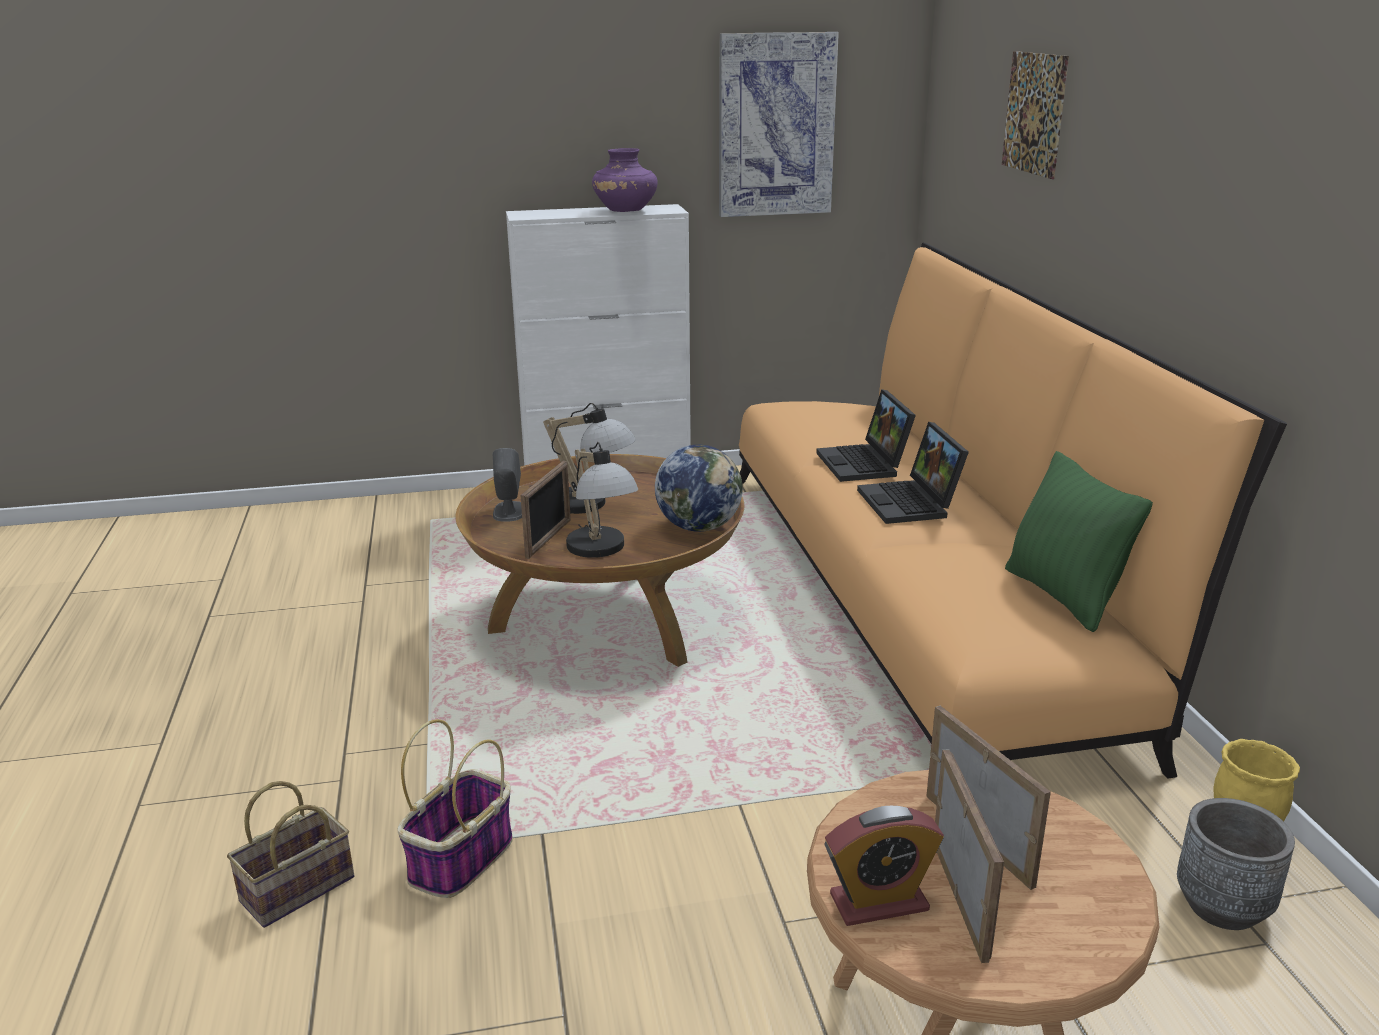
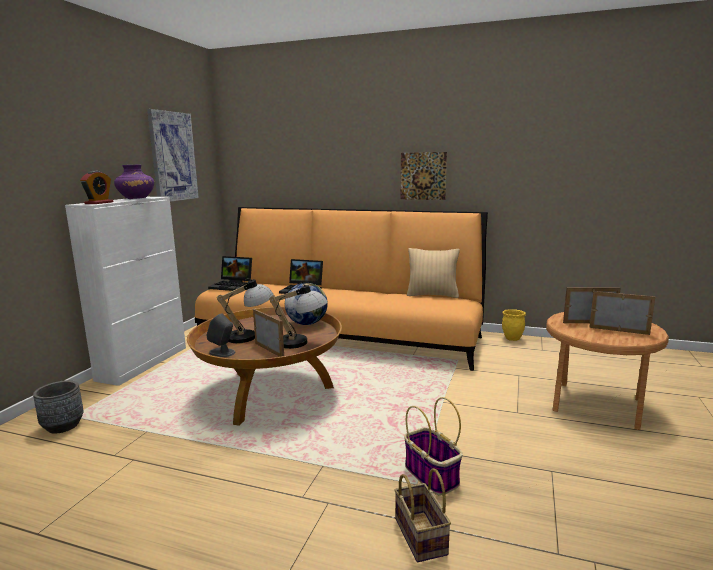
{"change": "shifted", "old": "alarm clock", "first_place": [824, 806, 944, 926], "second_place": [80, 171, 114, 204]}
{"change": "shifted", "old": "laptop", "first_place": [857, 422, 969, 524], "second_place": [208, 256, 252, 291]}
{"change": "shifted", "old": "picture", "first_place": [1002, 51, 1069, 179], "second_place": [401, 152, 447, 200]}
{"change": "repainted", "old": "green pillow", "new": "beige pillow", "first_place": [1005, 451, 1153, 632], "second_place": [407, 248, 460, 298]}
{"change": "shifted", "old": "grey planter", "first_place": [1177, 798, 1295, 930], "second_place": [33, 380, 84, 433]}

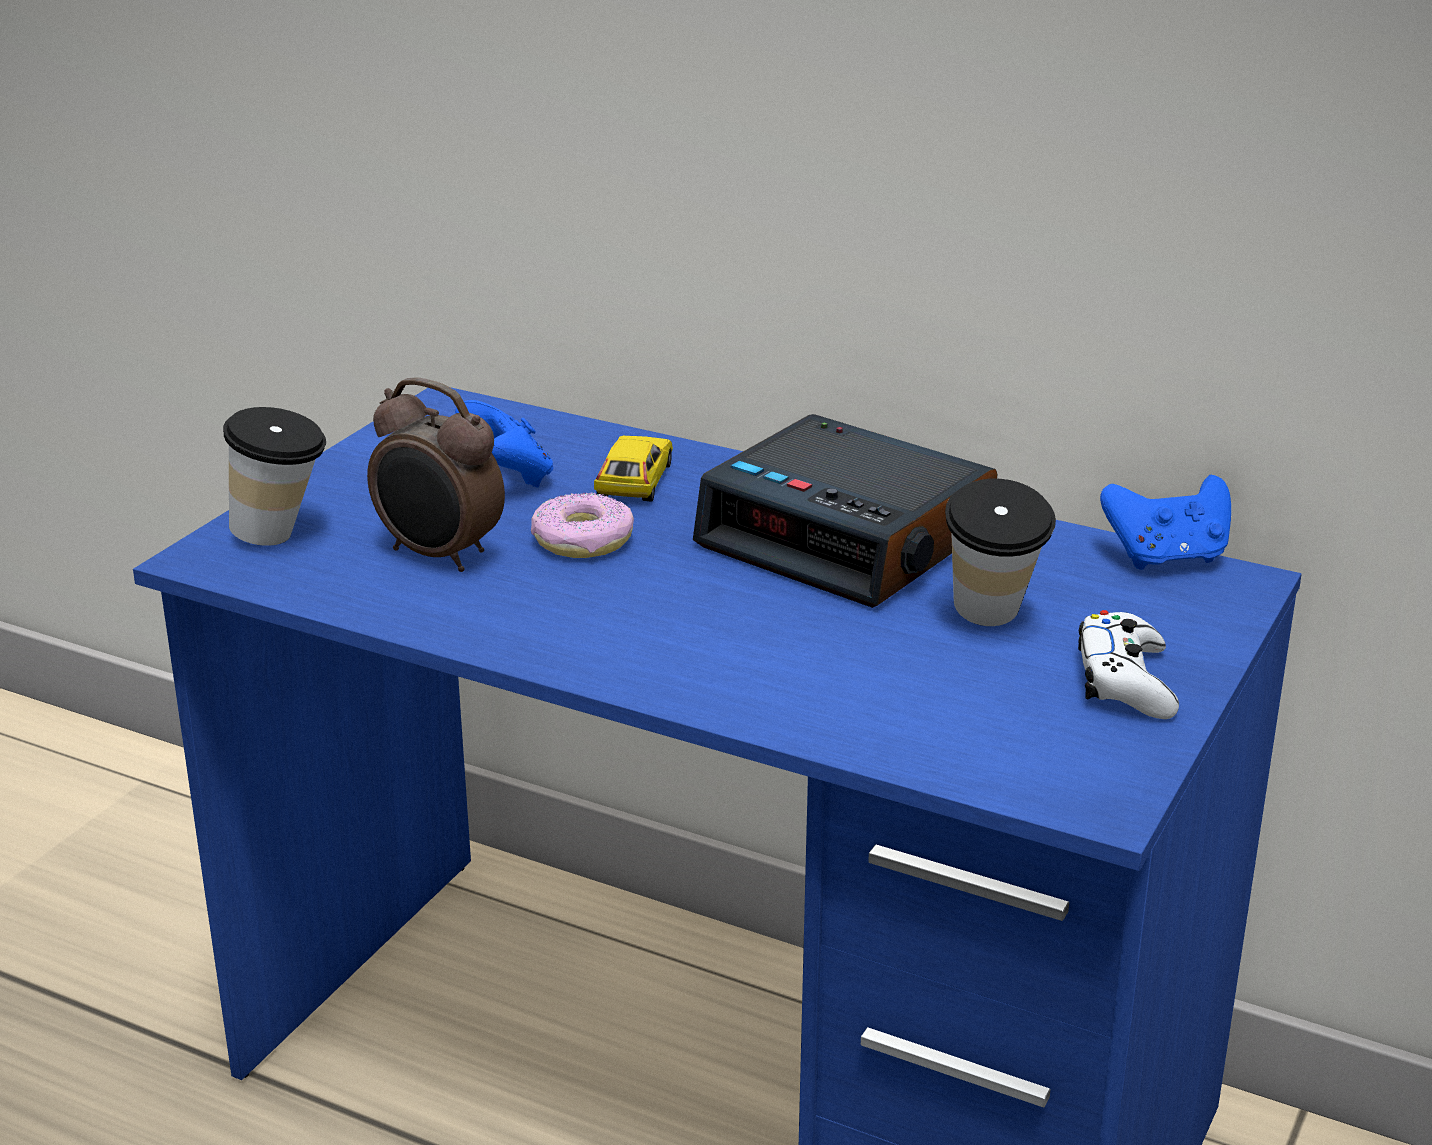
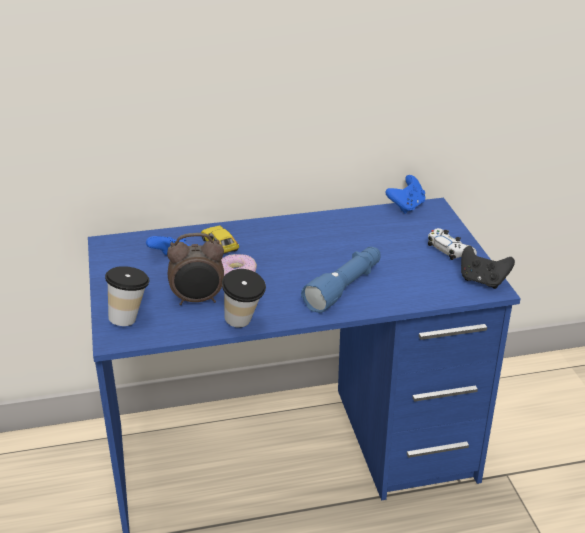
{"change": "gone", "old": "alarm clock", "first_place": [693, 414, 998, 608]}
{"change": "shifted", "old": "cup", "first_place": [945, 479, 1056, 626], "second_place": [222, 269, 266, 328]}
{"change": "new", "new": "blue flashlight", "second_place": [301, 247, 381, 313]}
{"change": "new", "new": "black game controller", "second_place": [461, 246, 515, 289]}

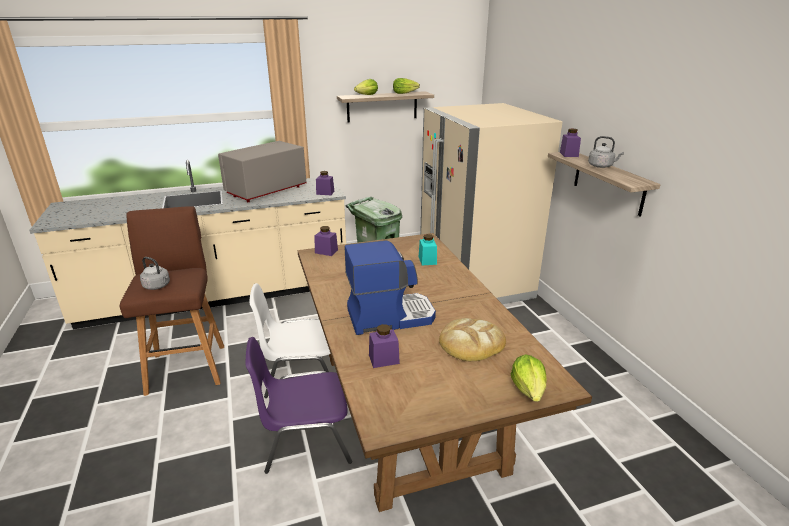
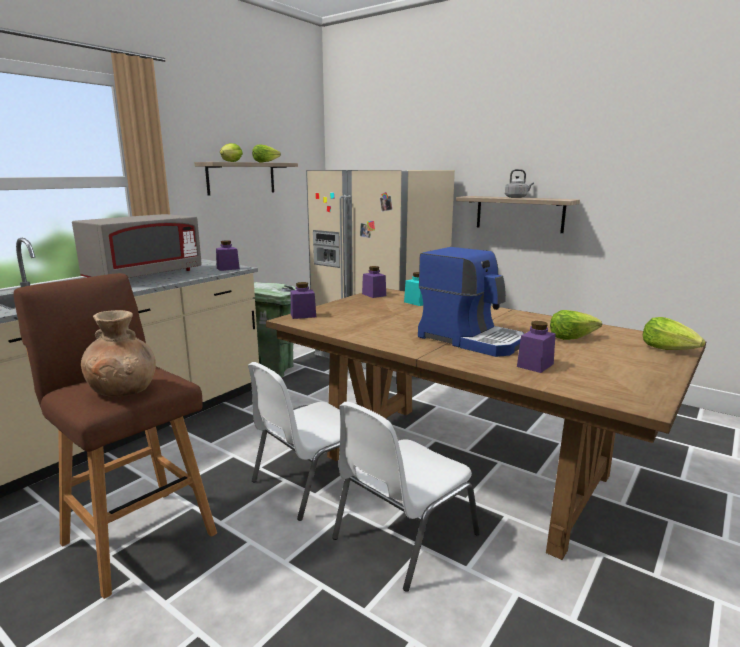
{"change": "swapped", "old": "grey kettle", "new": "brown vase", "first_place": [140, 257, 170, 290], "second_place": [81, 310, 156, 396]}
{"change": "rotated", "old": "grey microwave", "first_place": [218, 141, 307, 202], "second_place": [72, 214, 202, 278], "degrees": -150}
{"change": "repainted", "old": "purple chair", "new": "white chair", "first_place": [245, 337, 352, 474], "second_place": [332, 402, 480, 592]}
{"change": "rotated", "old": "coffee machine", "first_place": [345, 240, 436, 335], "second_place": [418, 247, 524, 357], "degrees": 90}
{"change": "swapped", "old": "bread", "new": "lettuce", "first_place": [439, 318, 506, 361], "second_place": [550, 310, 602, 340]}
{"change": "shifted", "old": "purple jar", "first_place": [560, 129, 581, 157], "second_place": [362, 266, 386, 298]}

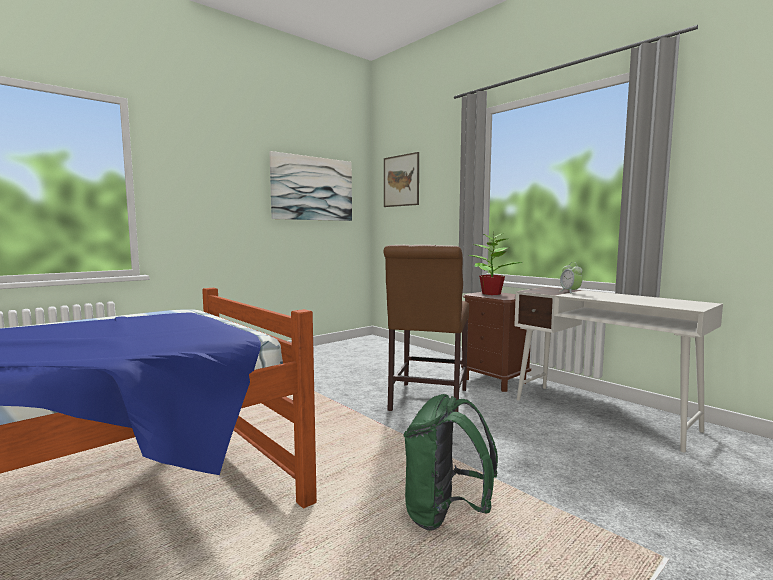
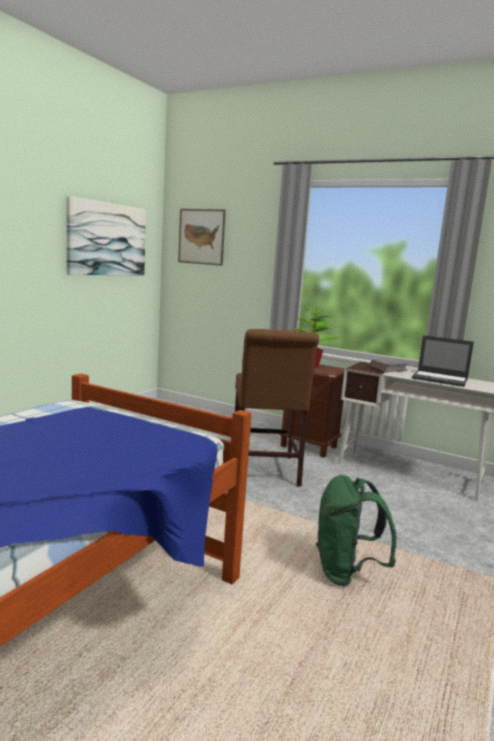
{"change": "swapped", "old": "alarm clock", "new": "grey book", "first_place": [560, 262, 583, 294], "second_place": [371, 358, 409, 373]}
{"change": "new", "new": "laptop", "second_place": [412, 335, 474, 387]}

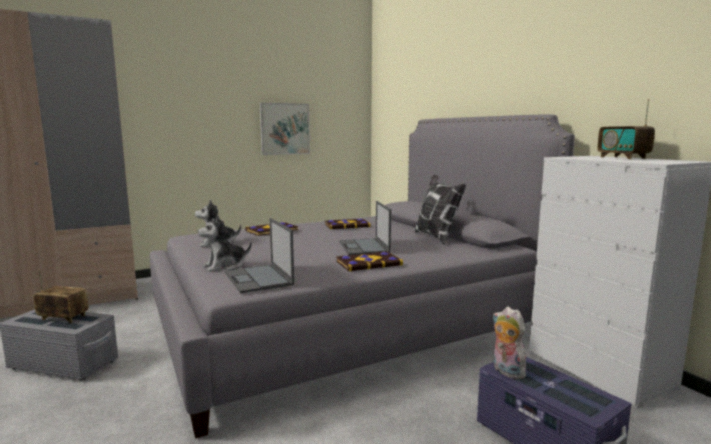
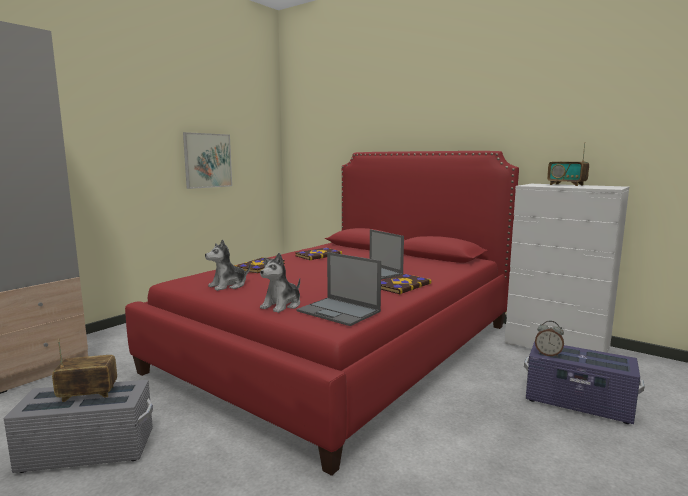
{"change": "repainted", "old": "grey bed", "new": "red bed", "first_place": [150, 114, 575, 439], "second_place": [125, 151, 519, 476]}
{"change": "gone", "old": "pillow", "first_place": [415, 175, 466, 245]}
{"change": "swapped", "old": "plush toy", "new": "alarm clock", "first_place": [493, 307, 527, 379], "second_place": [535, 321, 564, 357]}

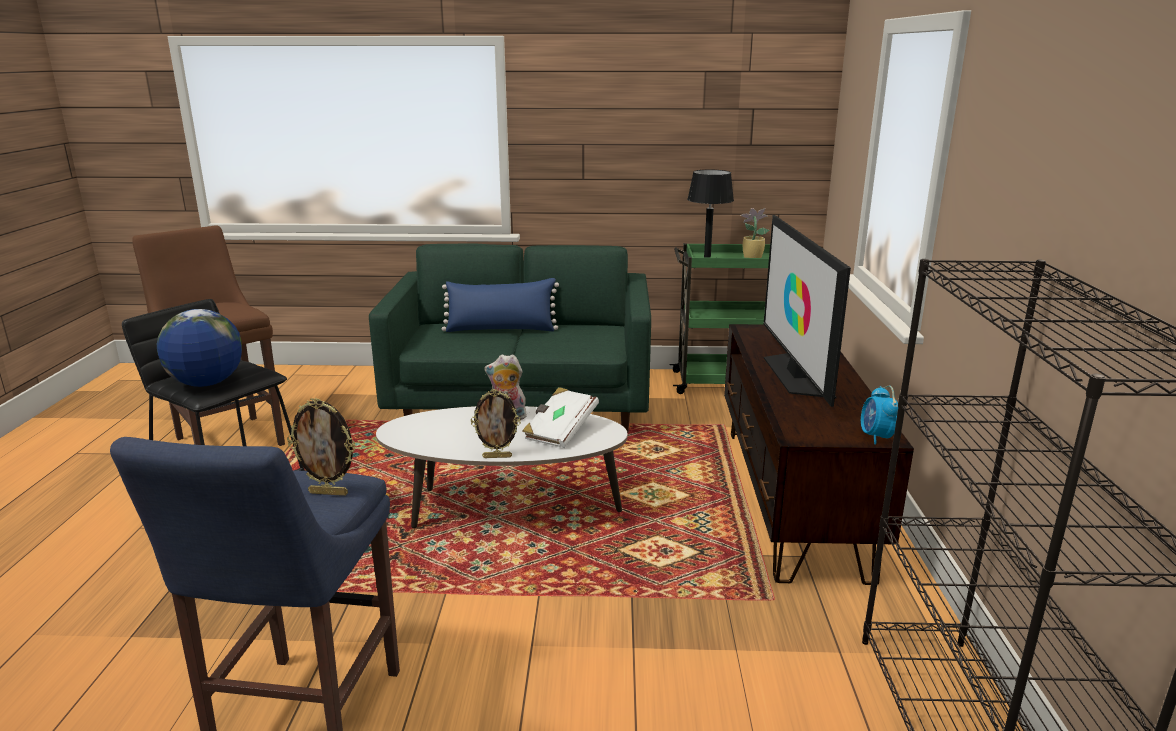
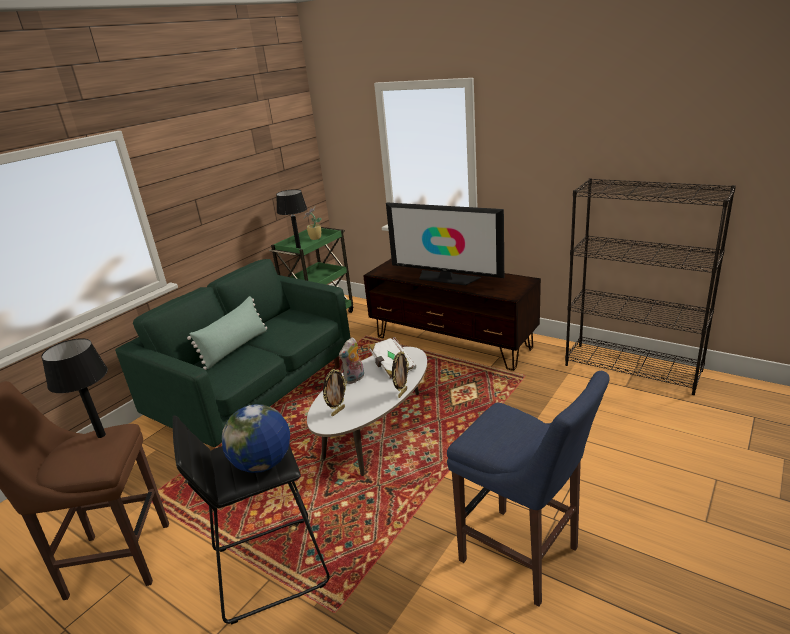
{"change": "shifted", "old": "picture frame", "first_place": [287, 398, 356, 496], "second_place": [323, 369, 347, 416]}
{"change": "repainted", "old": "blue pillow", "new": "green pillow", "first_place": [442, 278, 559, 332], "second_place": [187, 296, 267, 370]}
{"change": "gone", "old": "alarm clock", "first_place": [861, 386, 898, 445]}
{"change": "new", "new": "black table lamp", "second_place": [41, 338, 108, 438]}

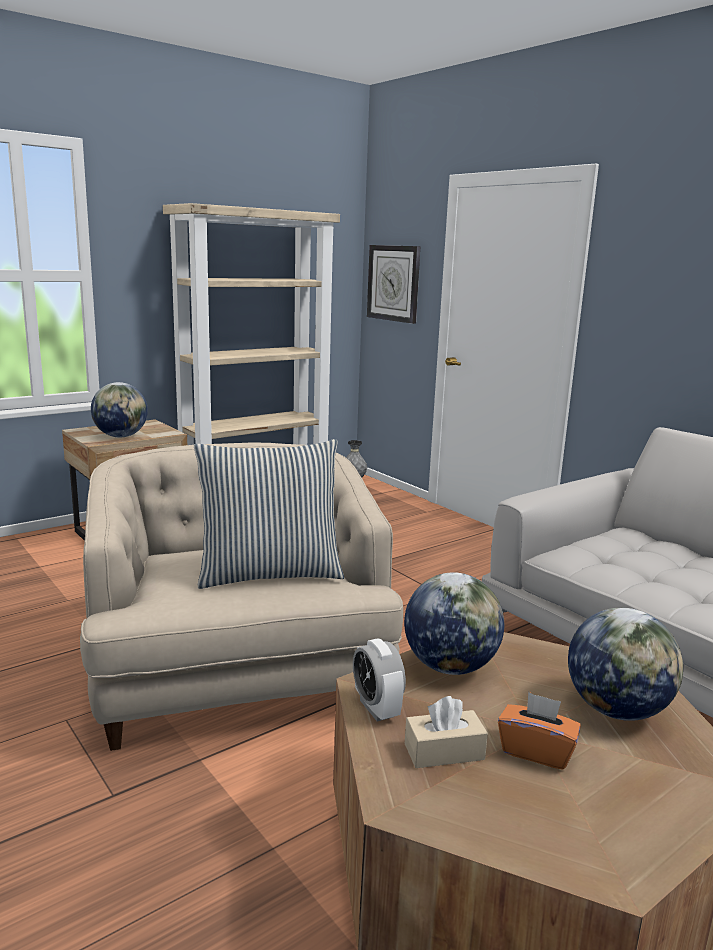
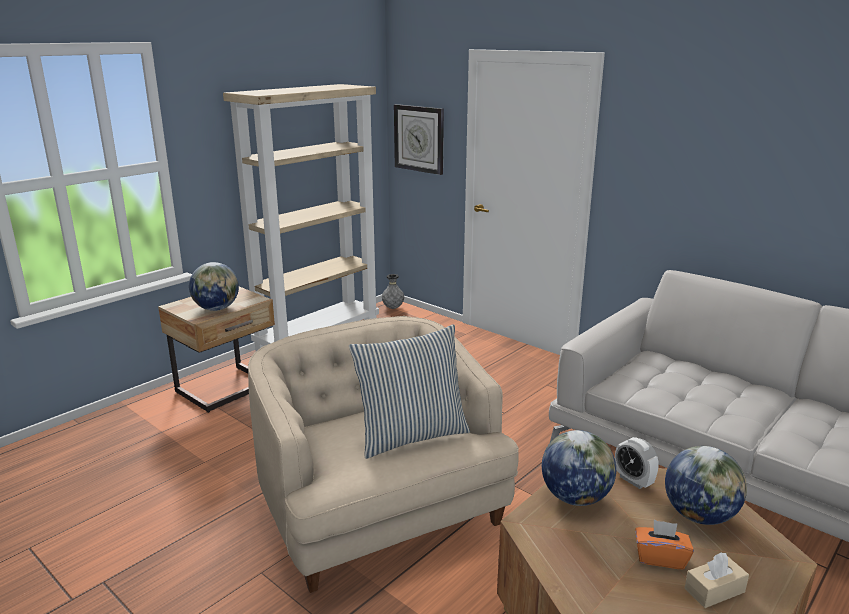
{"change": "shifted", "old": "alarm clock", "first_place": [353, 638, 406, 721], "second_place": [615, 437, 659, 489]}
{"change": "shifted", "old": "beige tissue box", "first_place": [405, 696, 488, 768], "second_place": [685, 552, 749, 608]}

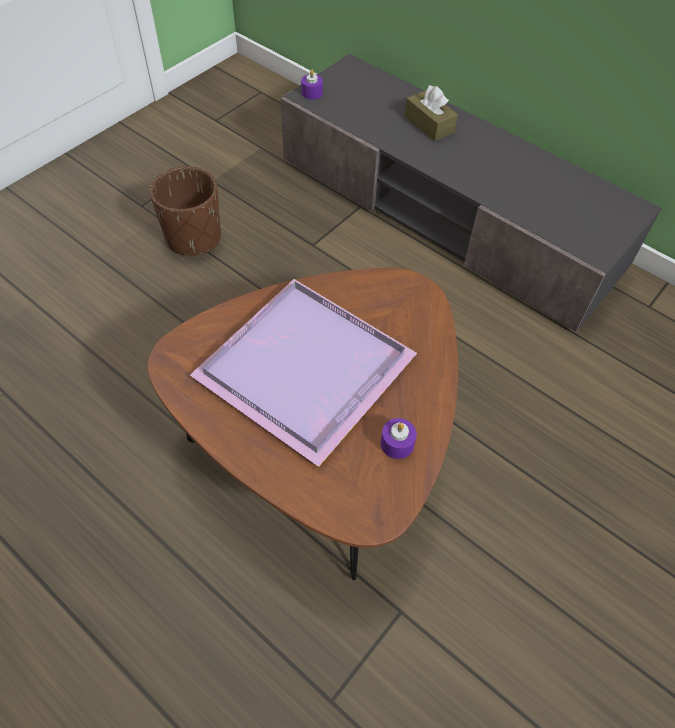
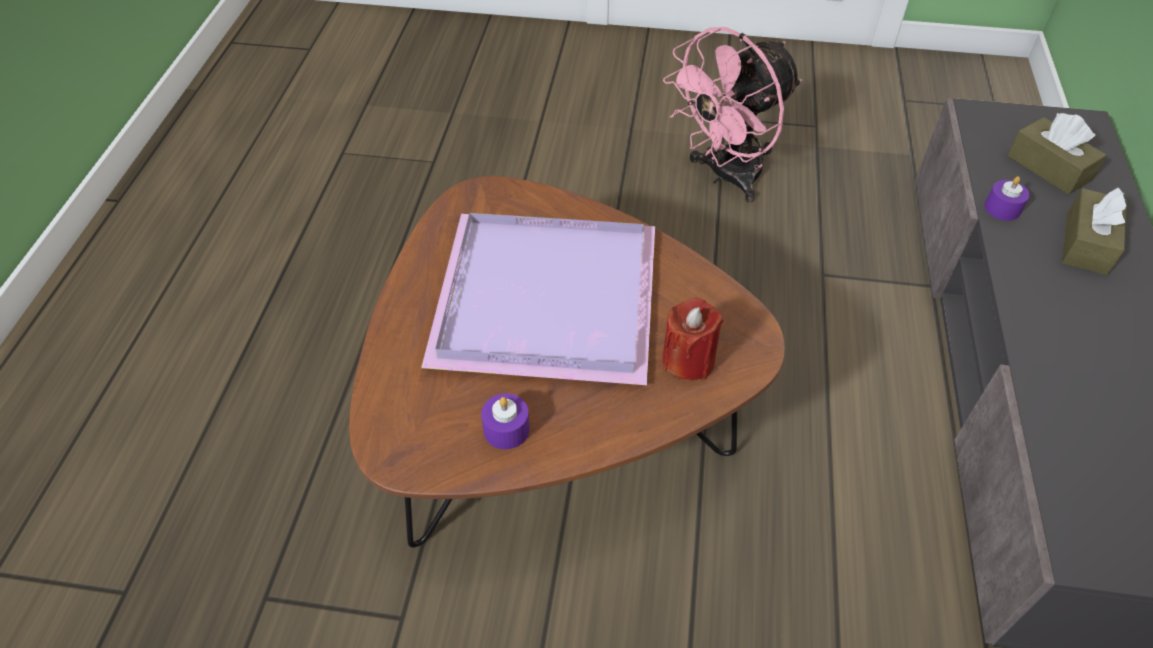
{"change": "swapped", "old": "brown planter", "new": "pink fan", "first_place": [150, 166, 221, 256], "second_place": [663, 27, 802, 202]}
{"change": "shifted", "old": "purple candle", "first_place": [301, 69, 323, 99], "second_place": [985, 176, 1030, 221]}
{"change": "new", "new": "red candle", "second_place": [662, 297, 723, 381]}
{"change": "new", "new": "brown tissue box", "second_place": [1008, 113, 1107, 195]}

